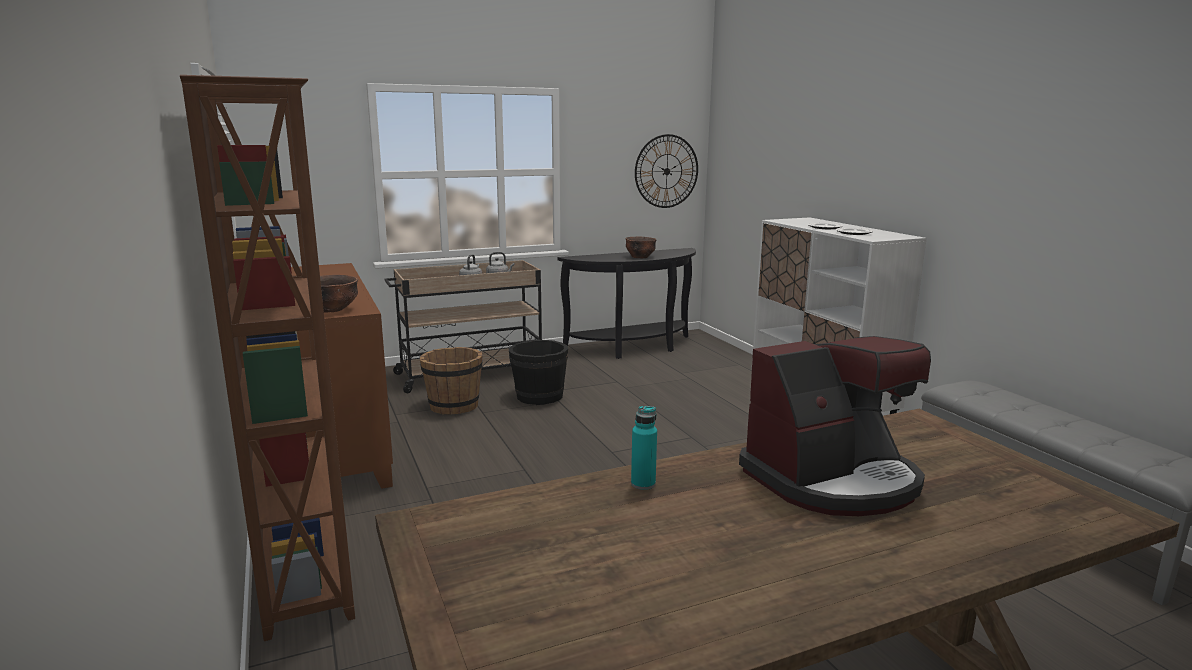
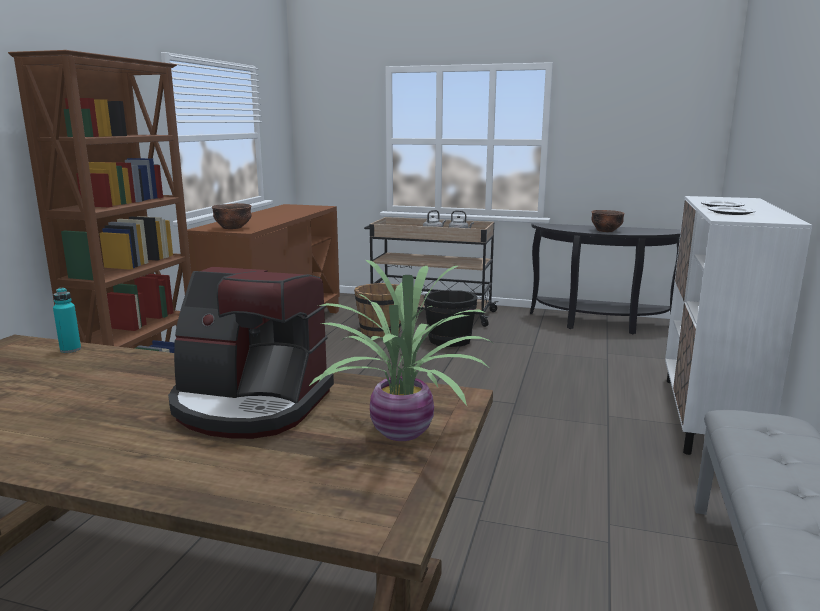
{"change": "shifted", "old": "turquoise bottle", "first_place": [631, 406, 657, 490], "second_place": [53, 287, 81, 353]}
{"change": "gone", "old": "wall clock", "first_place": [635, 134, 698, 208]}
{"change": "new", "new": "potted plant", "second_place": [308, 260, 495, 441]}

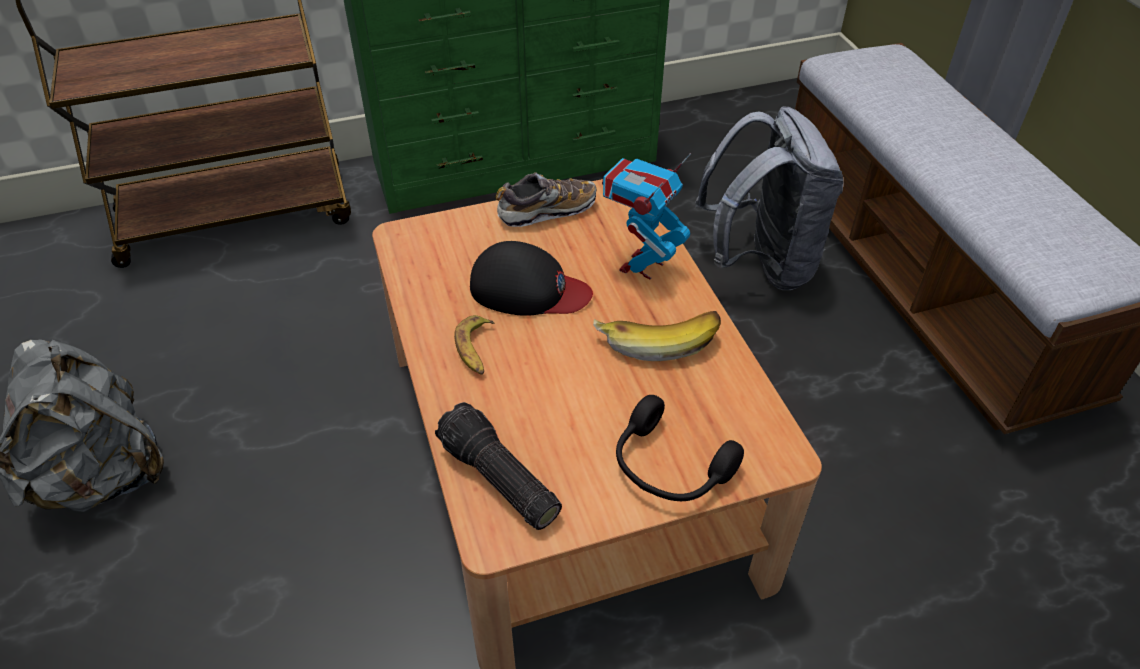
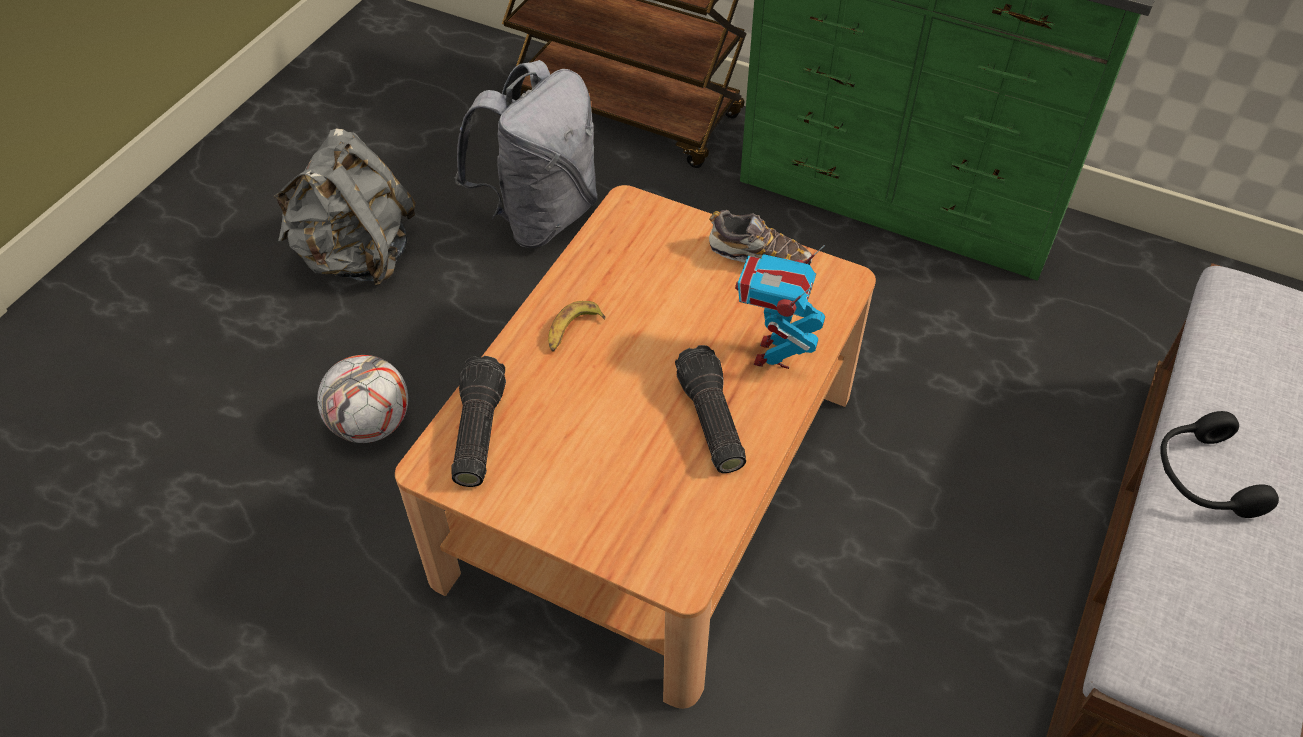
{"change": "gone", "old": "black cap", "first_place": [470, 241, 593, 316]}
{"change": "swapped", "old": "banana", "new": "flashlight", "first_place": [593, 311, 721, 361], "second_place": [675, 345, 746, 473]}
{"change": "rotated", "old": "toy robot", "first_place": [602, 153, 691, 280], "second_place": [735, 245, 825, 369], "degrees": -60}
{"change": "shifted", "old": "black headphones", "first_place": [616, 395, 744, 501], "second_place": [1160, 411, 1279, 518]}
{"change": "shifted", "old": "grey backpack", "first_place": [695, 107, 844, 290], "second_place": [455, 60, 598, 248]}
{"change": "new", "new": "football", "second_place": [317, 355, 408, 443]}

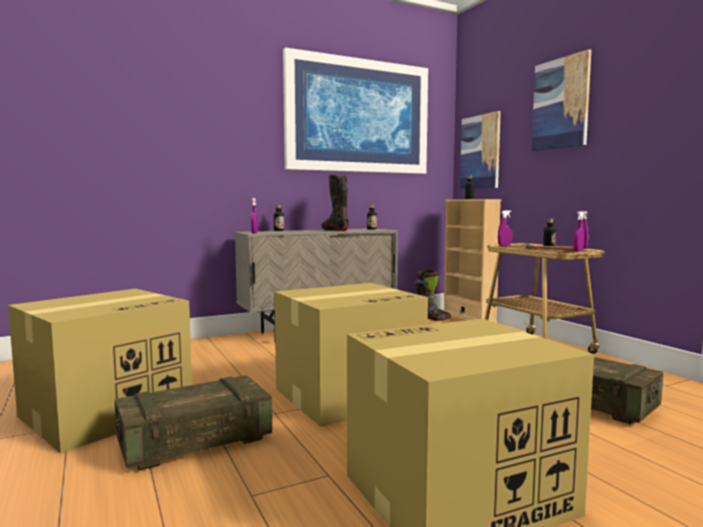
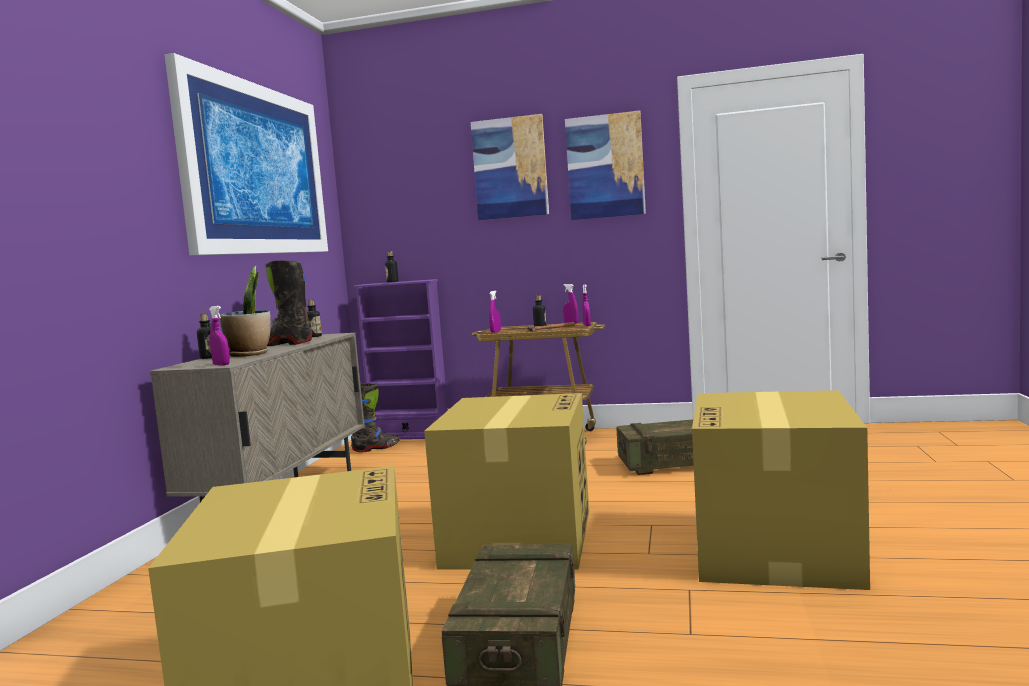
{"change": "repainted", "old": "beige bookcase", "new": "purple bookcase", "first_place": [444, 199, 502, 323], "second_place": [354, 279, 448, 439]}
{"change": "shifted", "old": "picture", "first_place": [460, 111, 501, 189], "second_place": [565, 111, 646, 220]}
{"change": "new", "new": "potted plant", "second_place": [220, 266, 271, 357]}

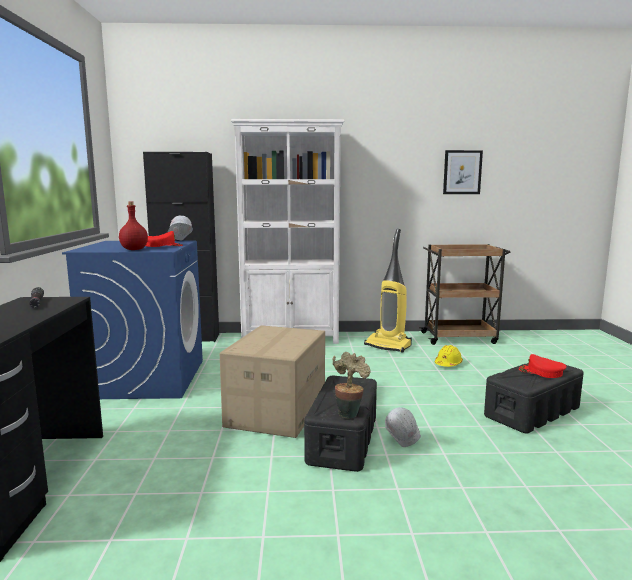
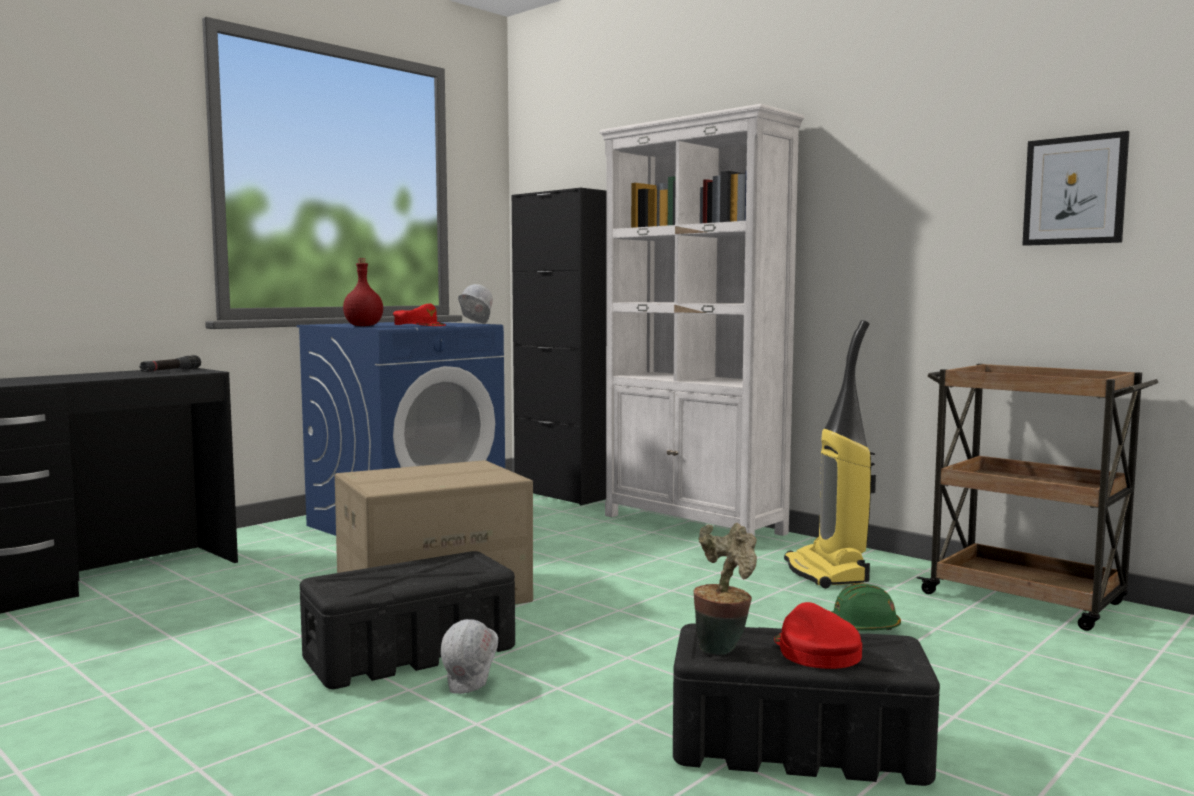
{"change": "shifted", "old": "potted plant", "first_place": [332, 352, 371, 419], "second_place": [694, 523, 757, 655]}
{"change": "repainted", "old": "yellow hard hat", "new": "green hard hat", "first_place": [435, 345, 463, 367], "second_place": [831, 583, 901, 631]}

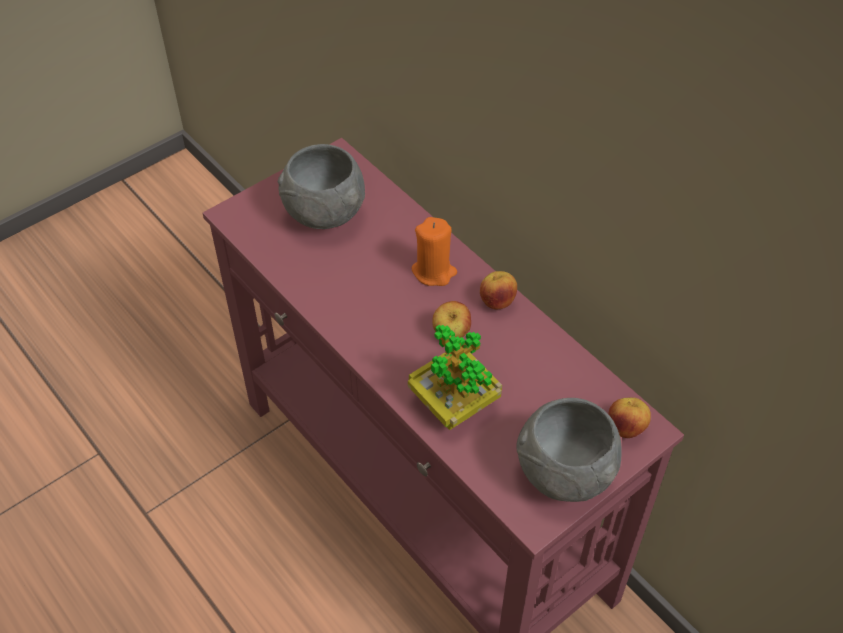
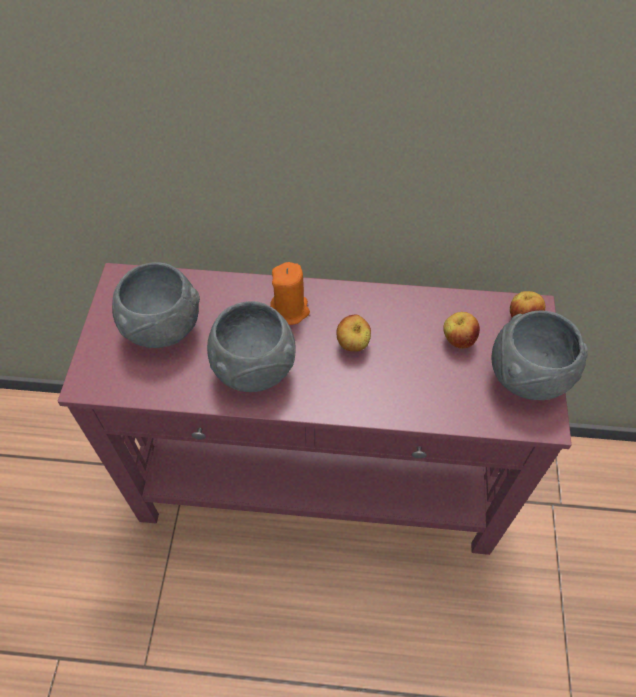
{"change": "gone", "old": "potted plant", "first_place": [408, 325, 502, 430]}
{"change": "shifted", "old": "apple", "first_place": [480, 271, 517, 309], "second_place": [443, 312, 480, 349]}
{"change": "new", "new": "grey bowl", "second_place": [207, 301, 296, 392]}

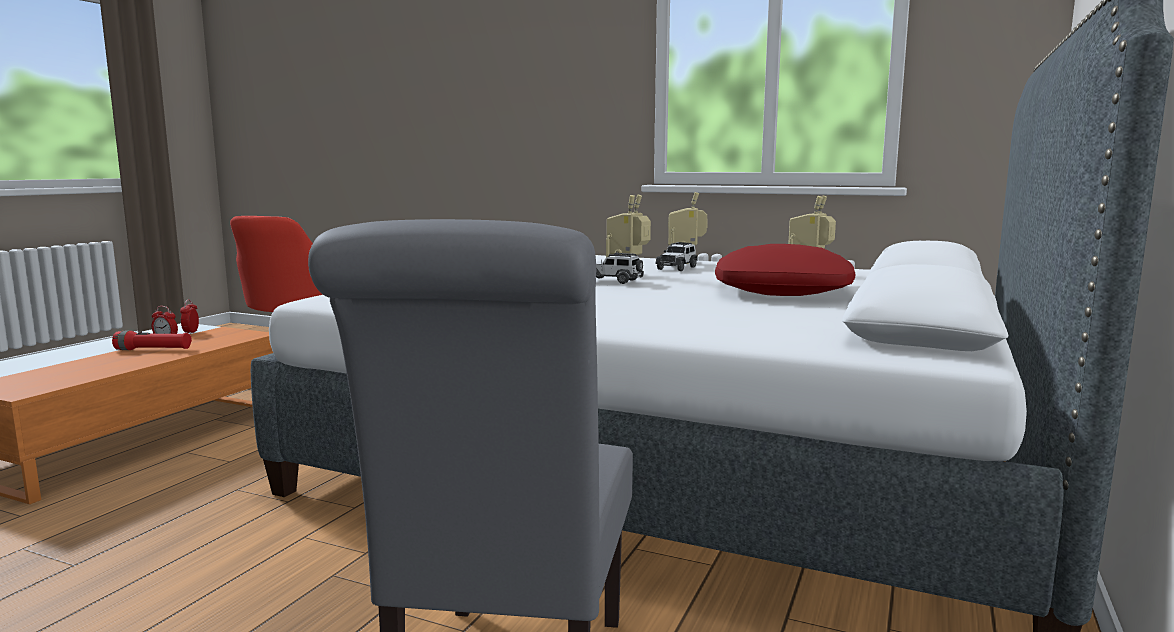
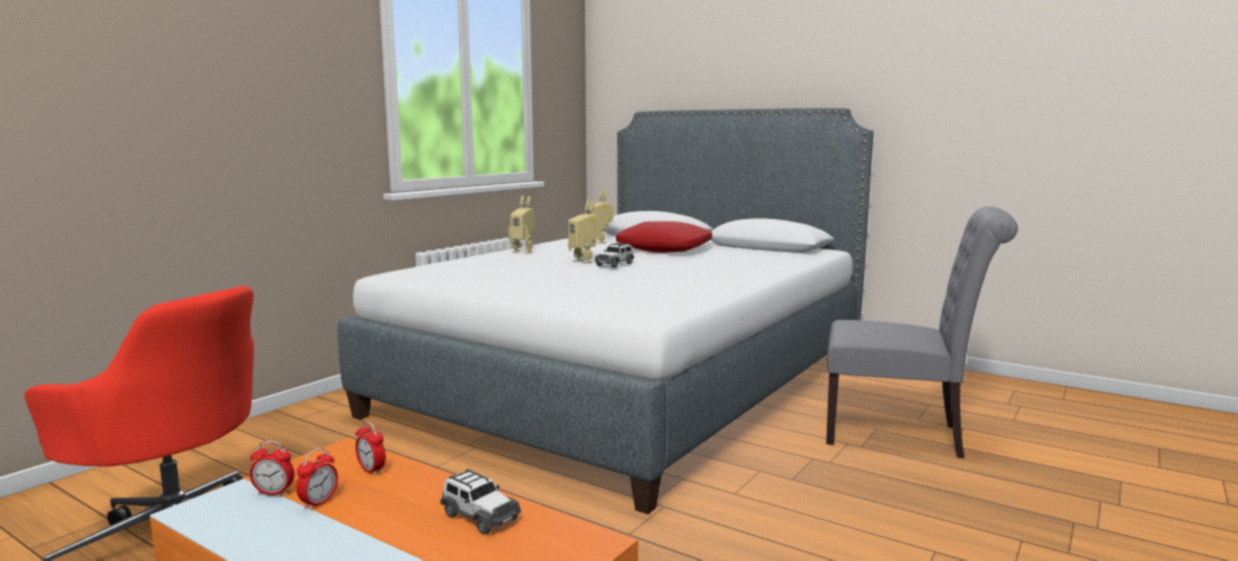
{"change": "gone", "old": "red flashlight", "first_place": [112, 331, 192, 350]}
{"change": "shifted", "old": "toy car", "first_place": [655, 242, 698, 271], "second_place": [440, 469, 521, 535]}
{"change": "new", "new": "alarm clock", "second_place": [355, 421, 386, 476]}

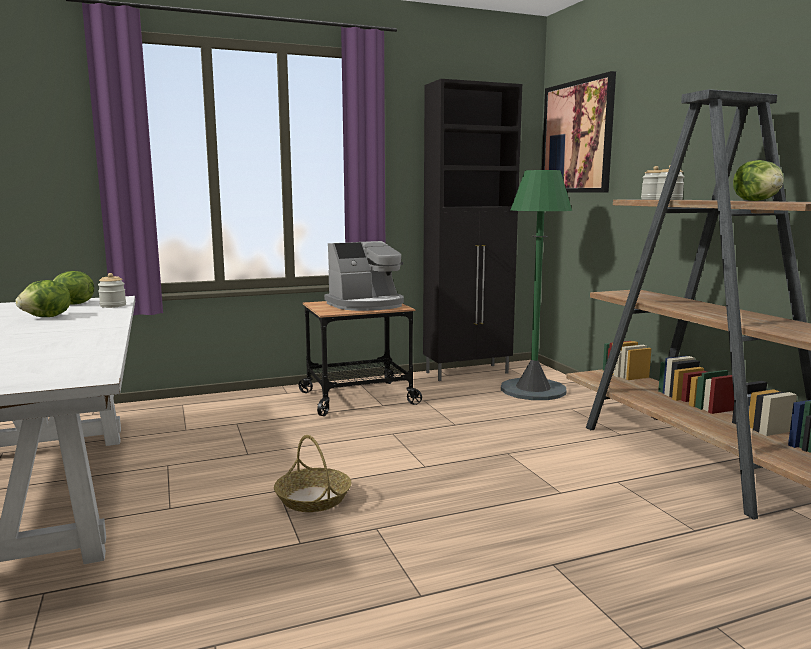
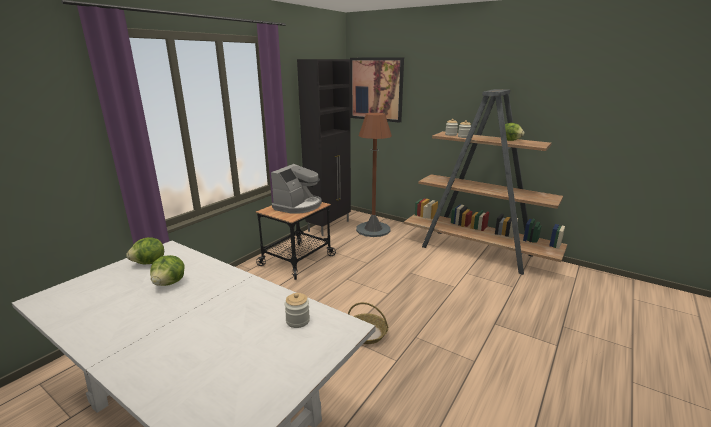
{"change": "shifted", "old": "jar", "first_place": [98, 273, 126, 308], "second_place": [285, 293, 310, 328]}
{"change": "repainted", "old": "green floor lamp", "new": "brown floor lamp", "first_place": [501, 170, 572, 400], "second_place": [356, 113, 392, 237]}

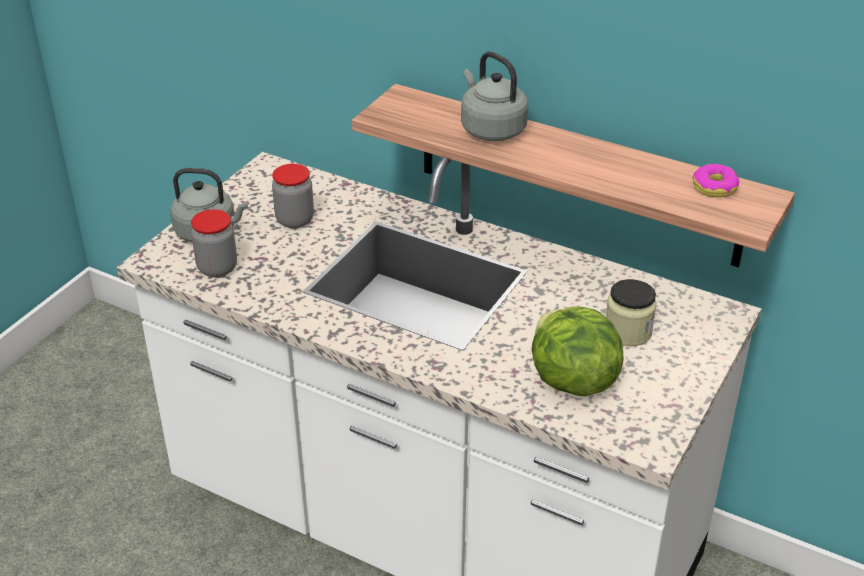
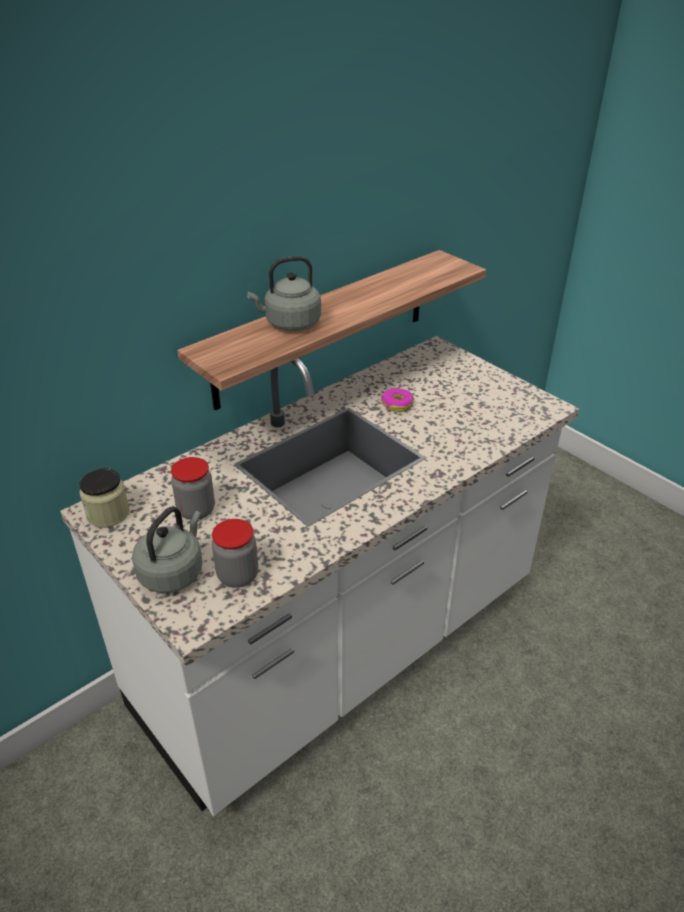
{"change": "gone", "old": "lettuce", "first_place": [531, 306, 623, 396]}
{"change": "shifted", "old": "jar", "first_place": [606, 279, 657, 346], "second_place": [79, 468, 129, 527]}
{"change": "shifted", "old": "donut", "first_place": [692, 164, 739, 197], "second_place": [381, 388, 414, 412]}

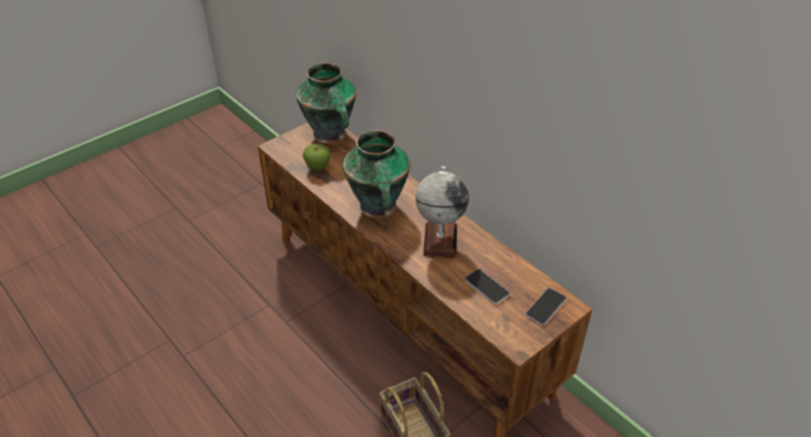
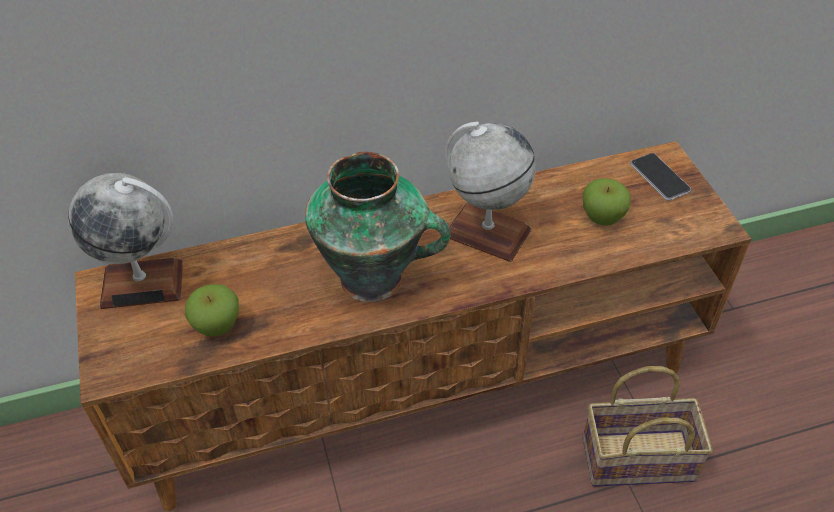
{"change": "swapped", "old": "vase", "new": "globe", "first_place": [296, 63, 356, 143], "second_place": [68, 173, 183, 309]}
{"change": "swapped", "old": "phone", "new": "apple", "first_place": [464, 269, 510, 304], "second_place": [583, 178, 631, 226]}

